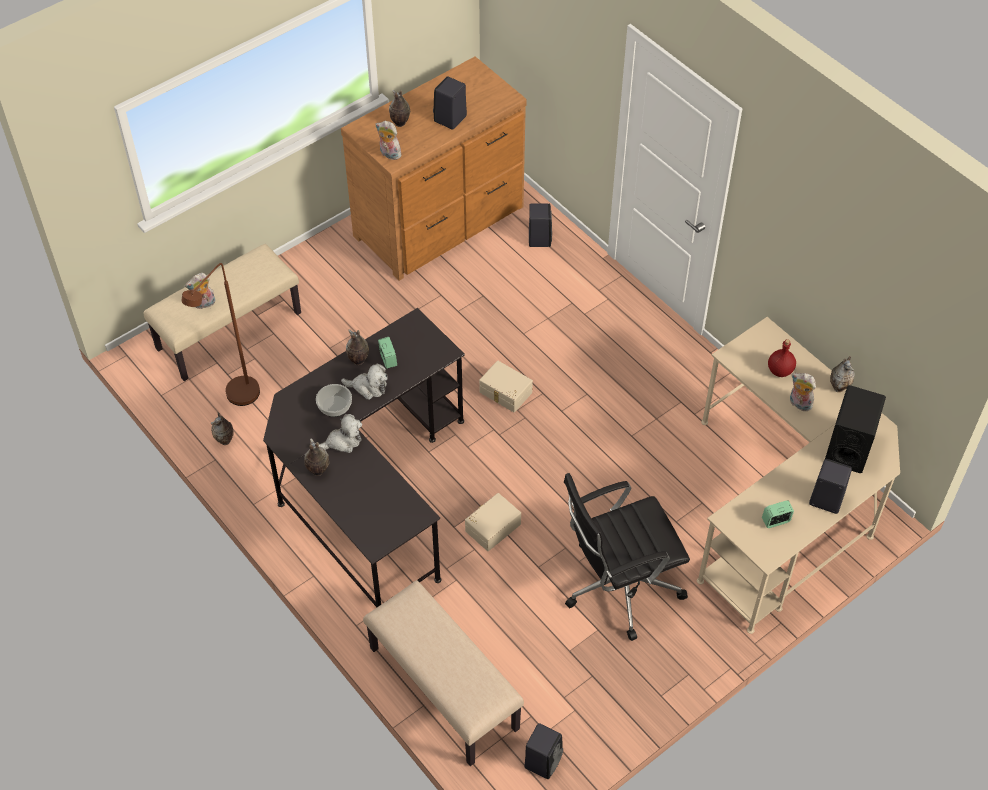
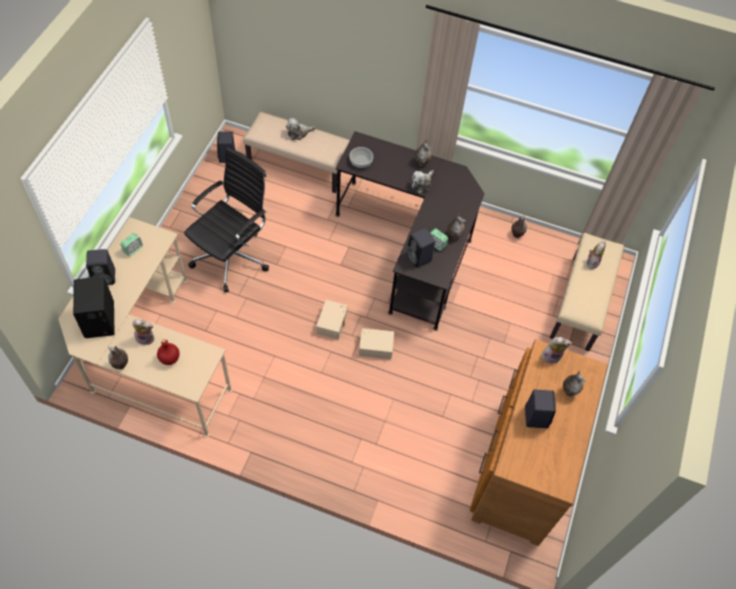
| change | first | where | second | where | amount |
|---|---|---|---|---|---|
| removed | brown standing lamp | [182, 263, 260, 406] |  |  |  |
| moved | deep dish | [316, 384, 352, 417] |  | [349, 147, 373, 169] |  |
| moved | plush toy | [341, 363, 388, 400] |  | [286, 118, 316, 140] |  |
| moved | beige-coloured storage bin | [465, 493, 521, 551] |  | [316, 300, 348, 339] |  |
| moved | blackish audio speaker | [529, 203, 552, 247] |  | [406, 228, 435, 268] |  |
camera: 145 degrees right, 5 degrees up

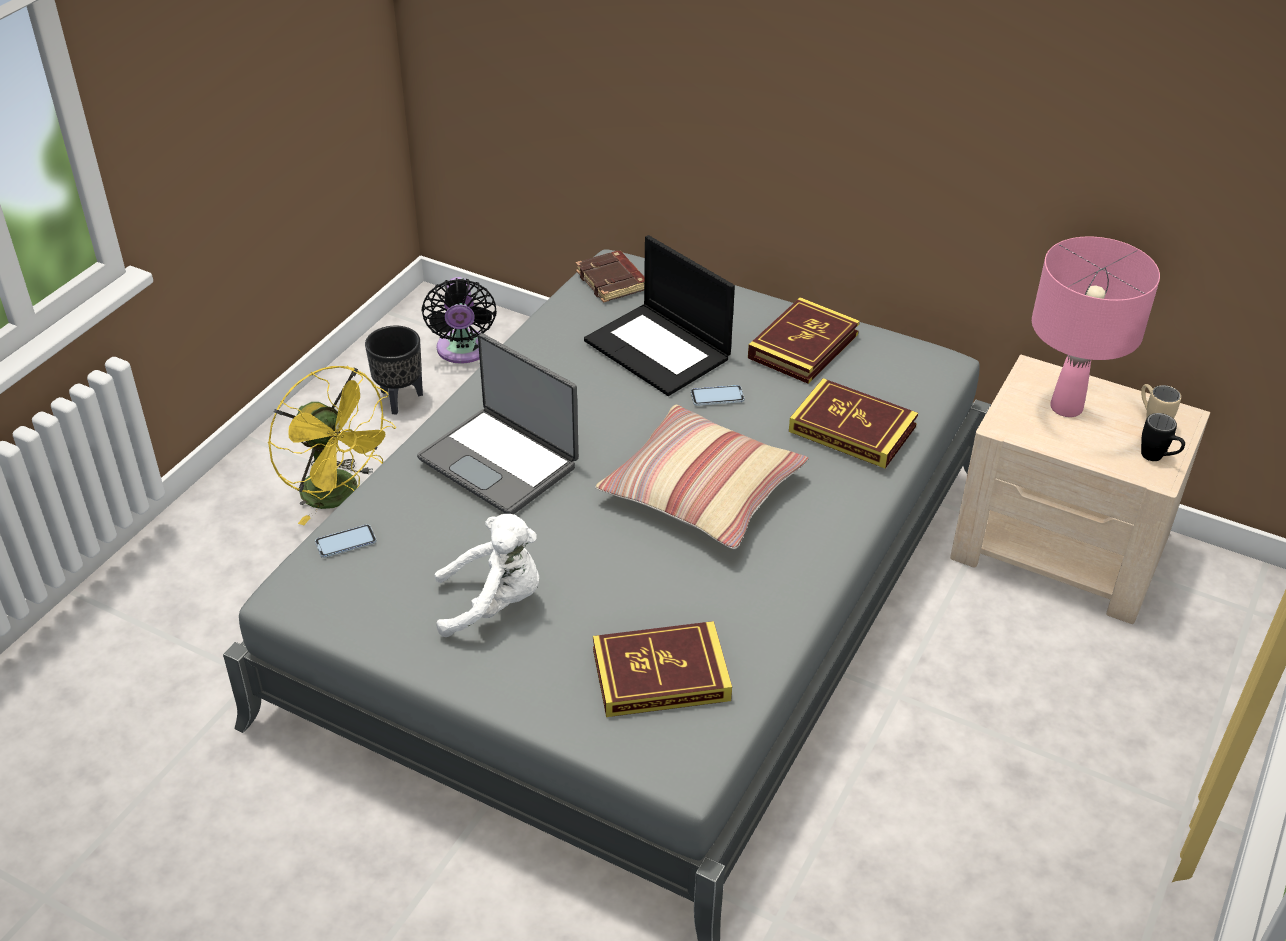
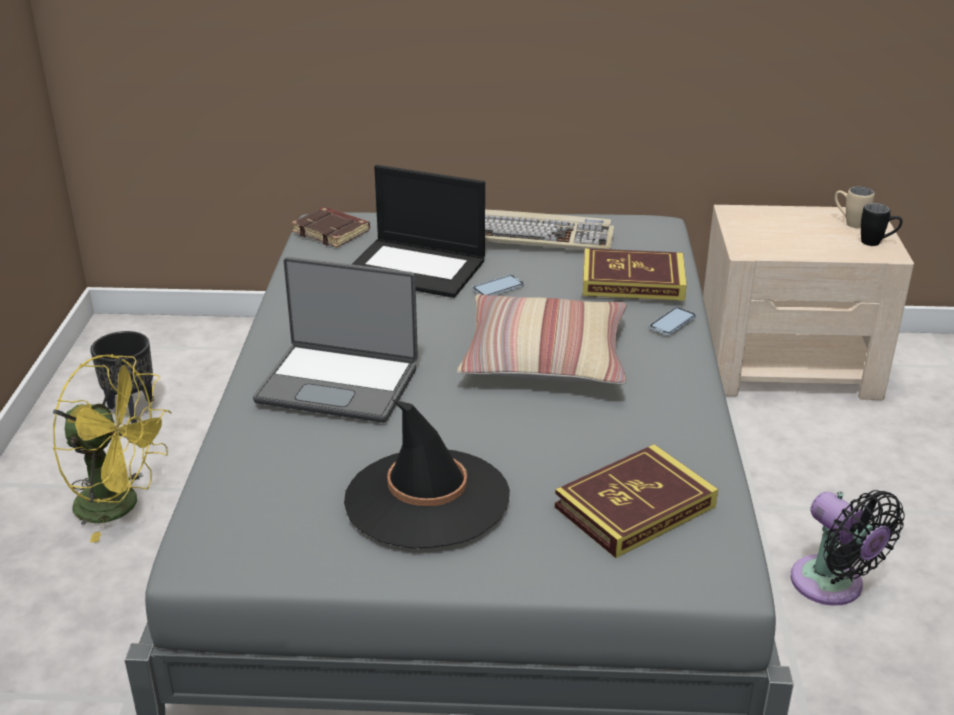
| change | first | where | second | where | amount |
|---|---|---|---|---|---|
| moved | phone | [315, 524, 376, 558] |  | [649, 307, 696, 335] |  |
| moved | blackish electric fan | [422, 277, 497, 364] |  | [791, 490, 905, 606] |  |
| replaced | white plush toy | [434, 514, 539, 637] | blackish wearable hat | [344, 399, 510, 549] |  |
| replaced | book | [748, 297, 860, 384] | PC keyboard | [485, 209, 614, 250] |  |
| removed | pink table lamp | [1032, 236, 1160, 417] |  |  |  |
camera: 25 degrees left, 10 degrees down

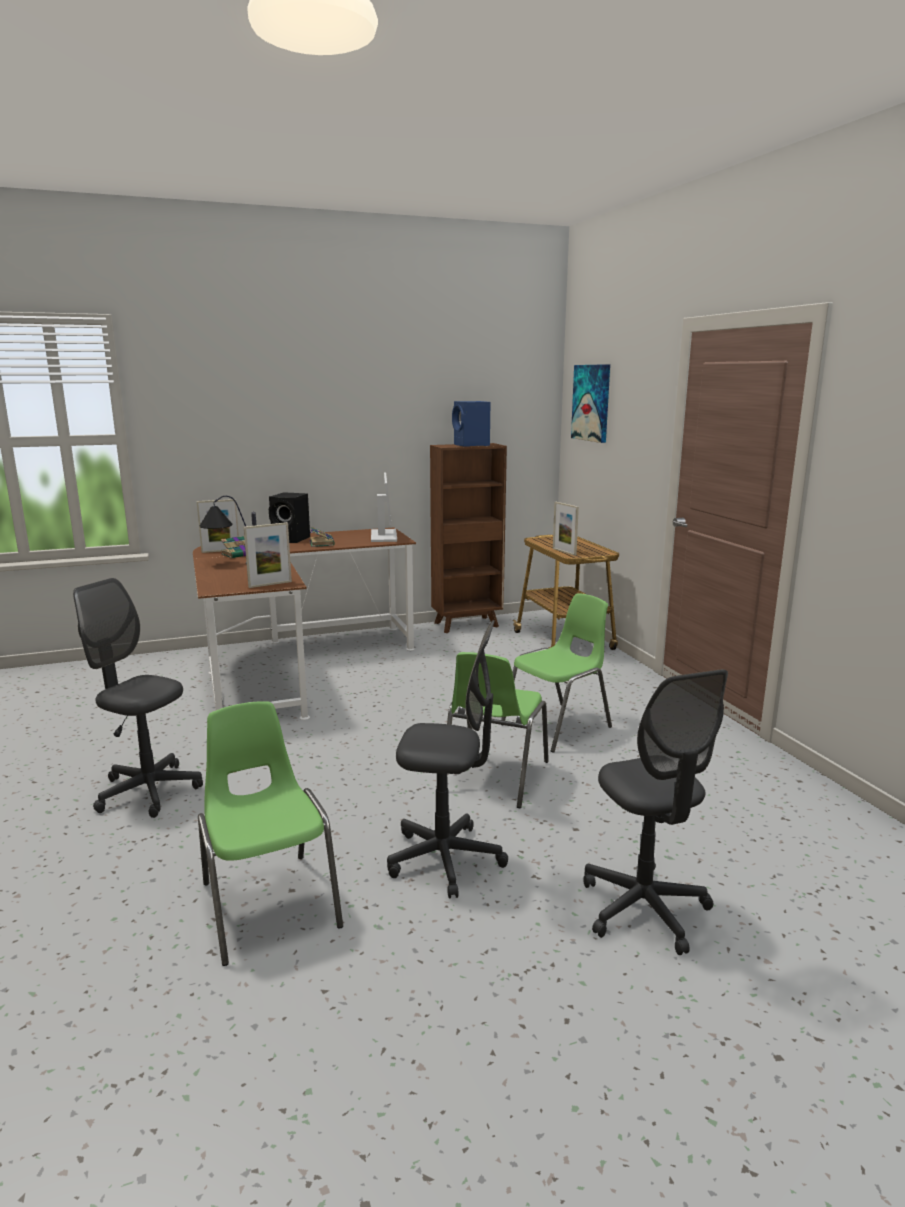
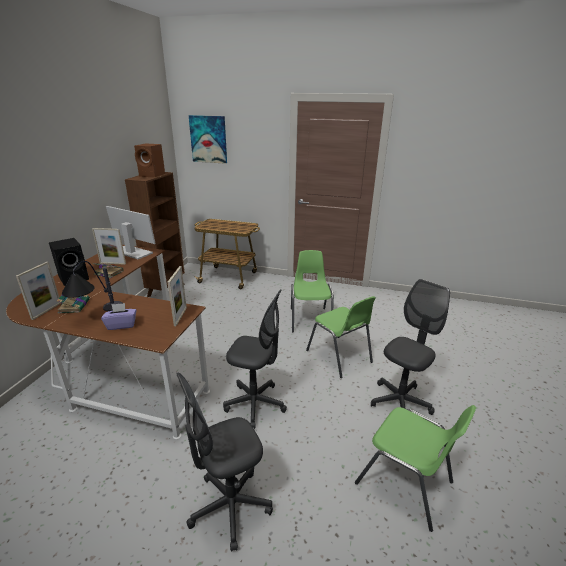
| change | first | where | second | where | amount |
|---|---|---|---|---|---|
| turned | green chair | [198, 701, 343, 966] |  | [355, 405, 477, 532] | 150 degrees counterclockwise |
| recoloured | blue audio speaker | [452, 401, 490, 447] | brown audio speaker | [134, 144, 165, 177] |  |
| moved | standing frame | [553, 502, 579, 556] |  | [92, 228, 126, 265] |  |
| moved | grey office chair | [583, 669, 728, 955] |  | [223, 289, 287, 429] |  |
| added |  |  | purple box of tissues | [101, 303, 137, 330] |  |
camera: 55 degrees left, 10 degrees up

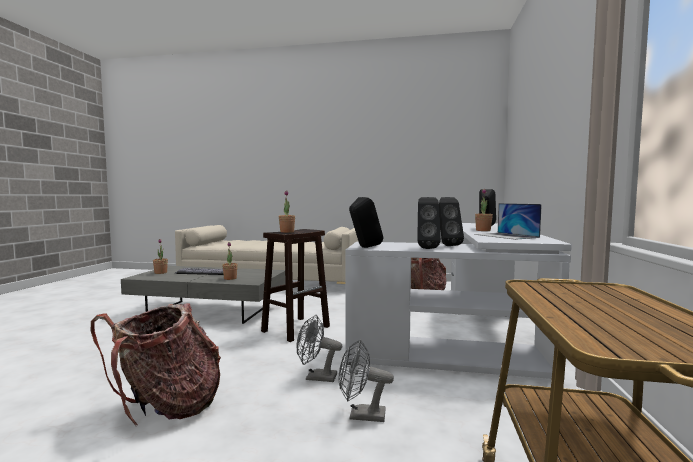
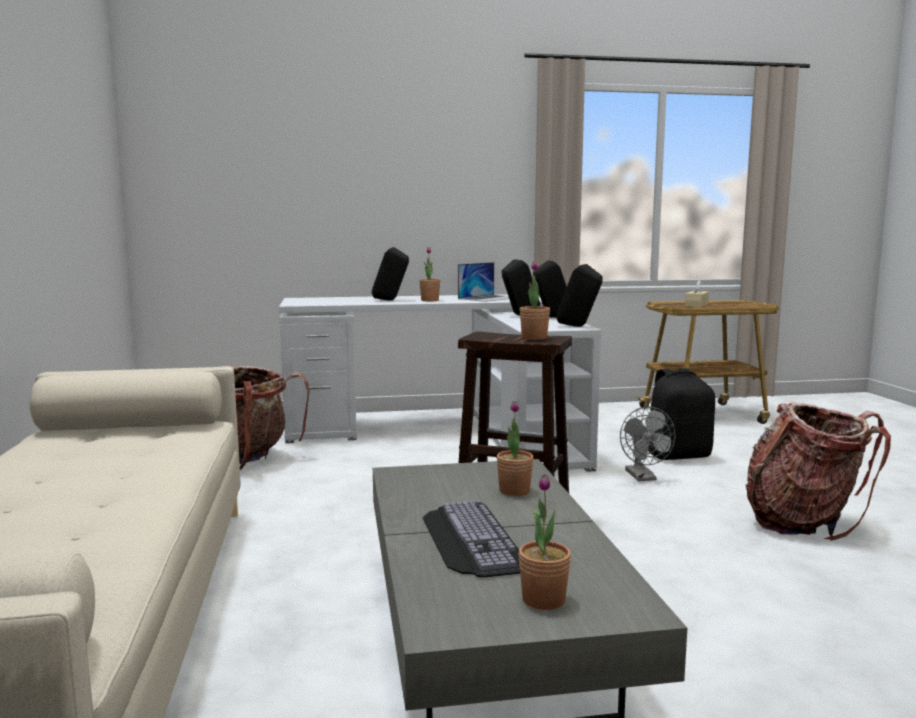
| change | first | where | second | where | amount |
|---|---|---|---|---|---|
| replaced | grey electric fan | [339, 339, 394, 422] | blackish knapsack | [648, 368, 715, 460] |  |
| added |  |  | beige-coloured box of tissues | [685, 280, 709, 307] |  |
camera: 110 degrees left, 5 degrees up

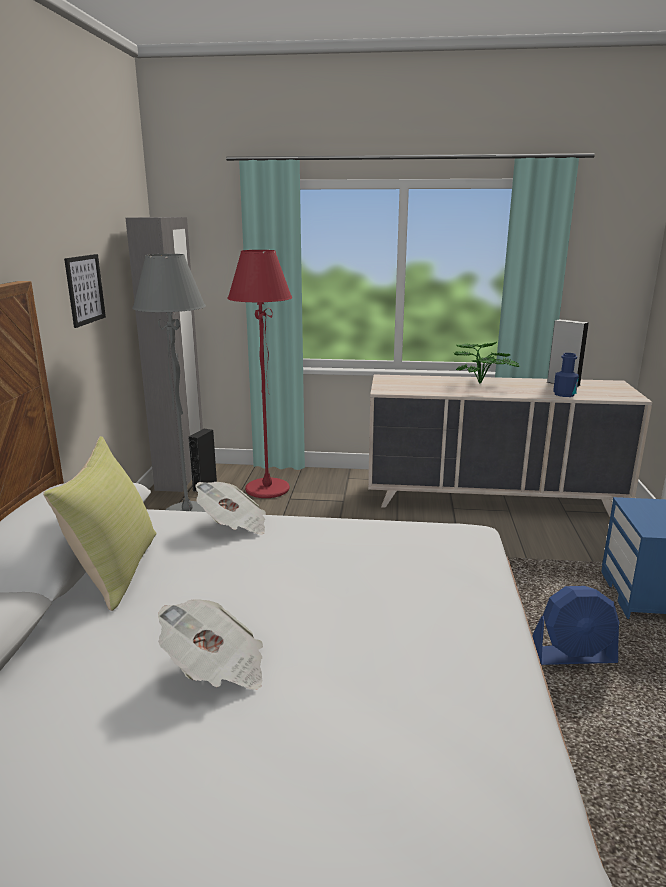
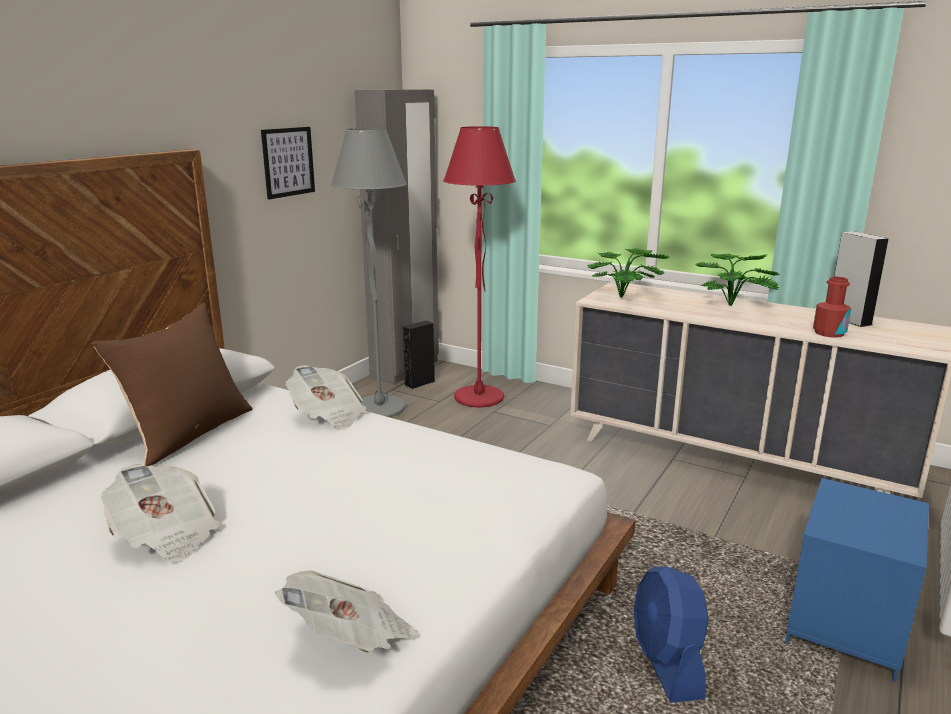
| change | first | where | second | where | amount |
|---|---|---|---|---|---|
| recoloured | yellow-coloured throw pillow | [43, 436, 156, 611] | brown throw pillow | [92, 303, 252, 466] |  |
| turned | blue electric fan | [532, 586, 619, 665] |  | [634, 567, 709, 703] | 60 degrees clockwise |
| recoloured | blue beverage bottle | [553, 353, 579, 397] | red beverage bottle | [813, 276, 852, 338] |  |
| added |  |  | daily paper | [275, 570, 418, 653] |  |
| added |  |  | potted plant | [588, 248, 669, 297] |  |
camera: 25 degrees right, 0 degrees up

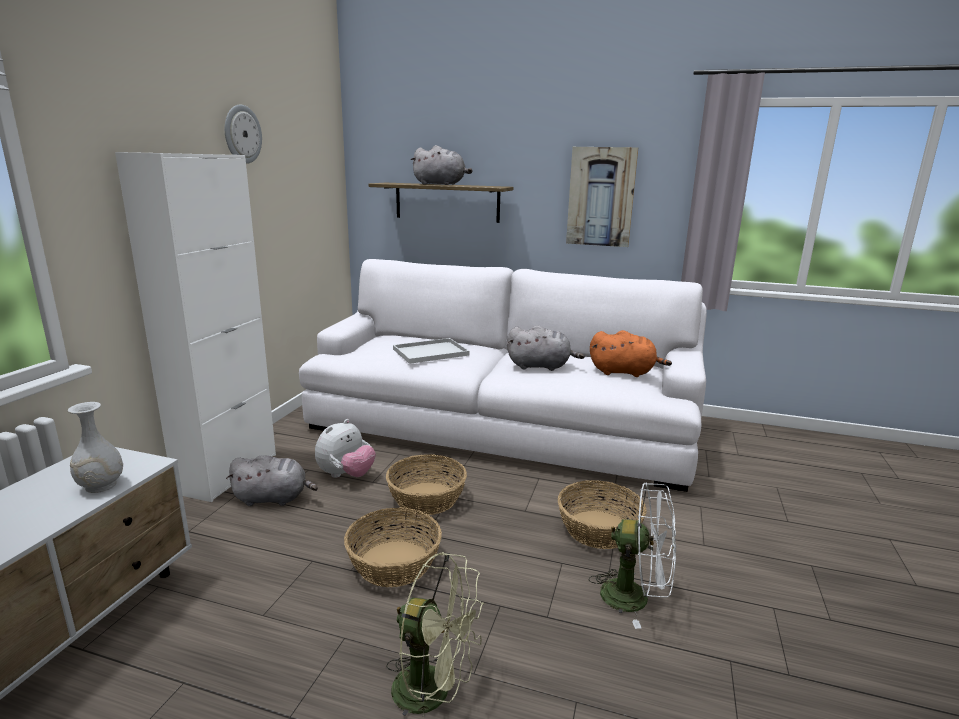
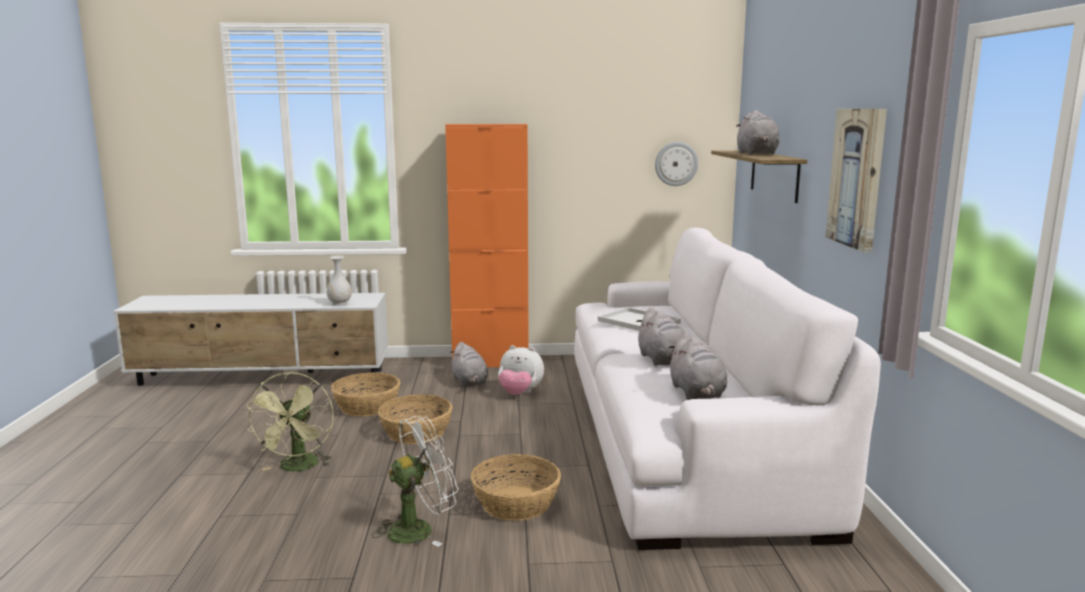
| change | first | where | second | where | amount |
|---|---|---|---|---|---|
| recoloured | white cabinet | [115, 152, 276, 502] | orangey cabinet | [445, 124, 529, 367] |  |
| moved | wall clock | [225, 104, 262, 164] |  | [655, 142, 698, 186] |  |
| moved | household basket | [386, 454, 467, 515] |  | [331, 372, 400, 417] |  |
| turned | white electric fan | [589, 482, 676, 629] |  | [372, 416, 459, 547] | 120 degrees counterclockwise |
| recoloured | orangey plush toy | [590, 330, 672, 377] | grey plush toy | [668, 333, 727, 400] |  |
camera: 70 degrees right, 5 degrees down

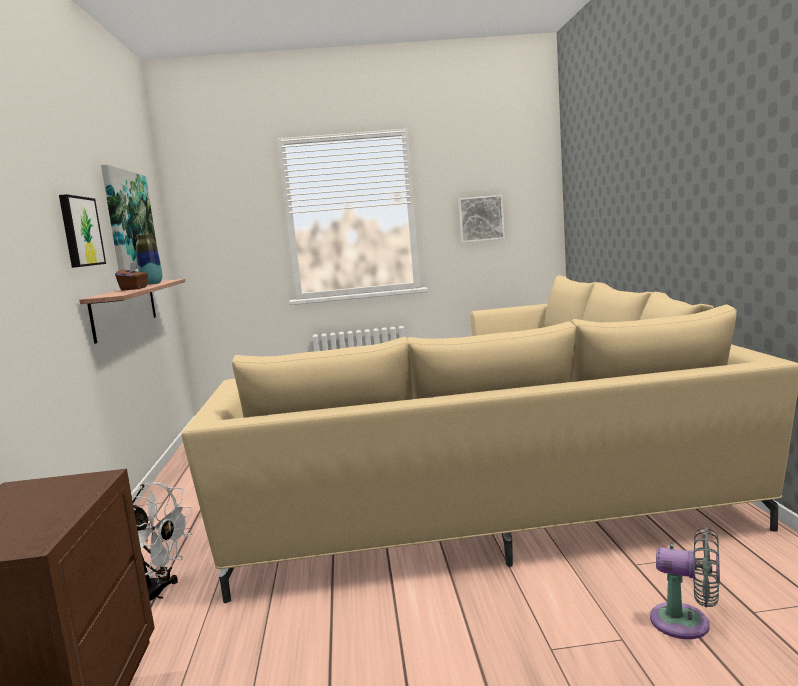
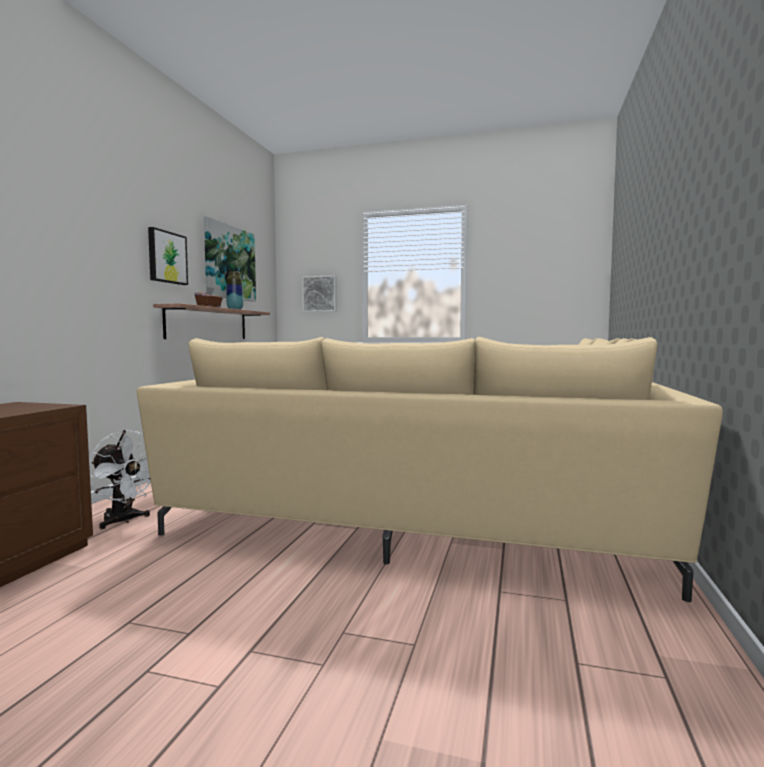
| change | first | where | second | where | amount |
|---|---|---|---|---|---|
| moved | wall art | [458, 195, 505, 243] |  | [302, 275, 337, 312] |  |
| removed | grey electric fan | [650, 528, 720, 639] |  |  |  |
camera: 20 degrees right, 5 degrees down

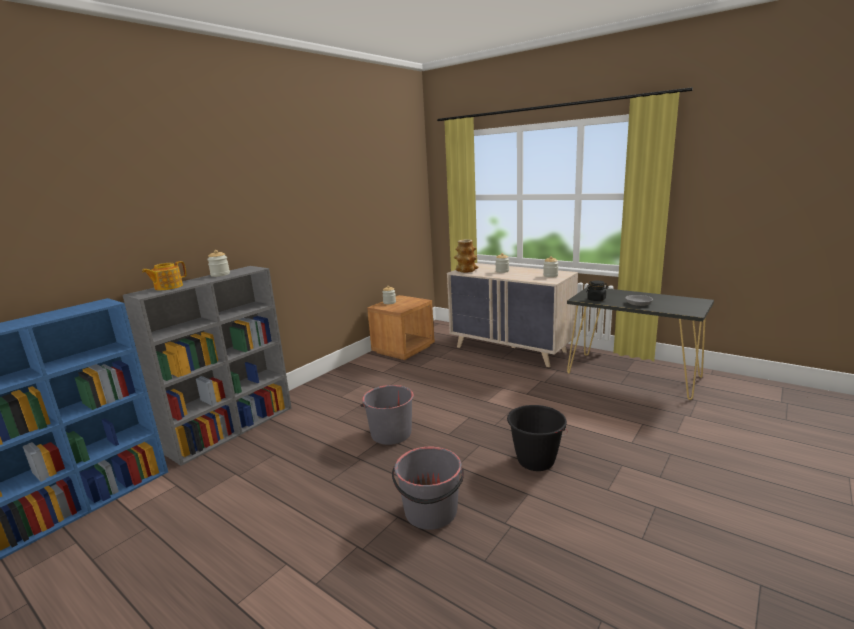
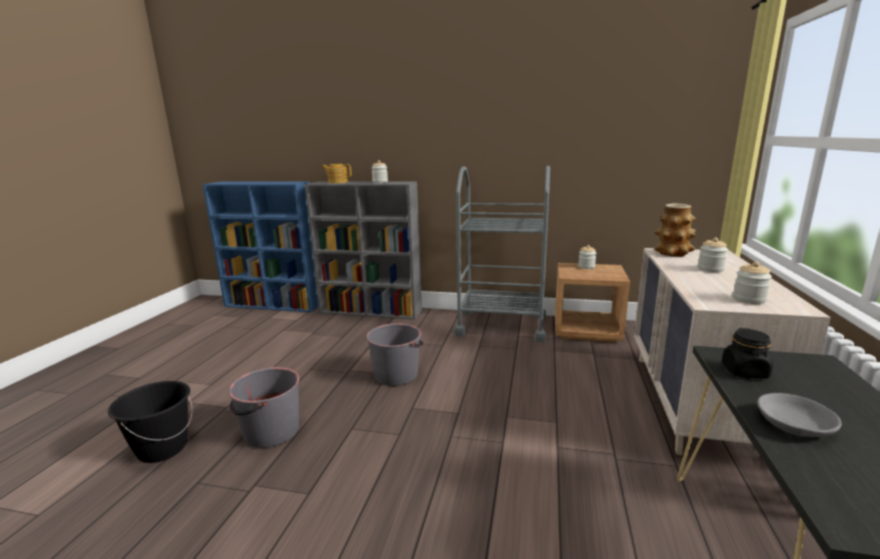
| change | first | where | second | where | amount |
|---|---|---|---|---|---|
| moved | blackish water bucket | [507, 405, 568, 471] |  | [108, 381, 192, 463] |  |
| added |  |  | grey cart | [454, 166, 550, 342] |  |
camera: 65 degrees right, 0 degrees up

